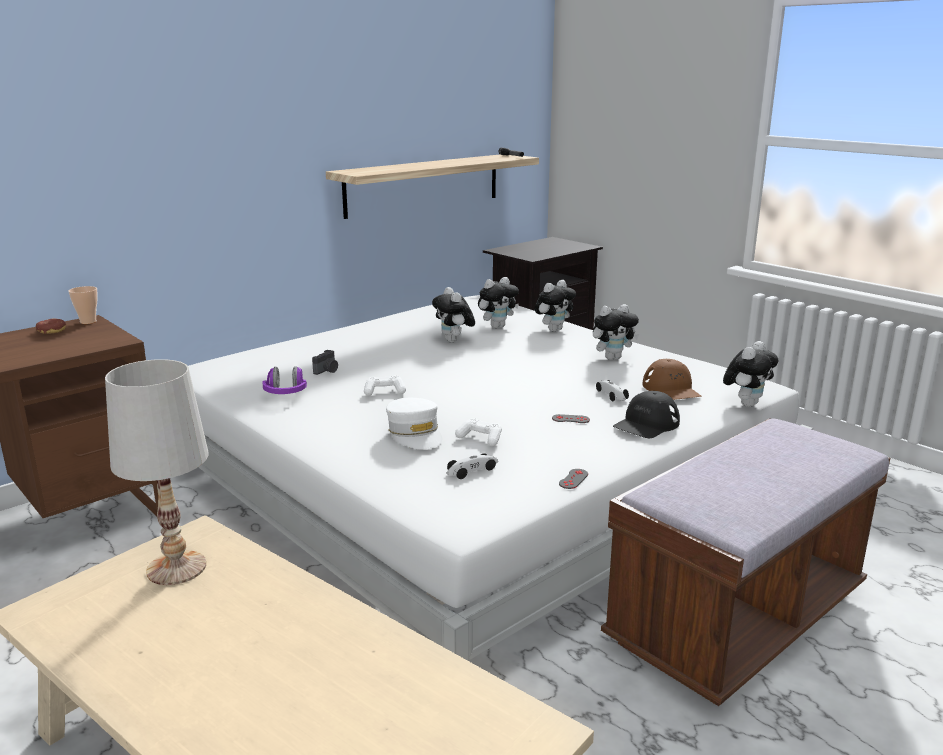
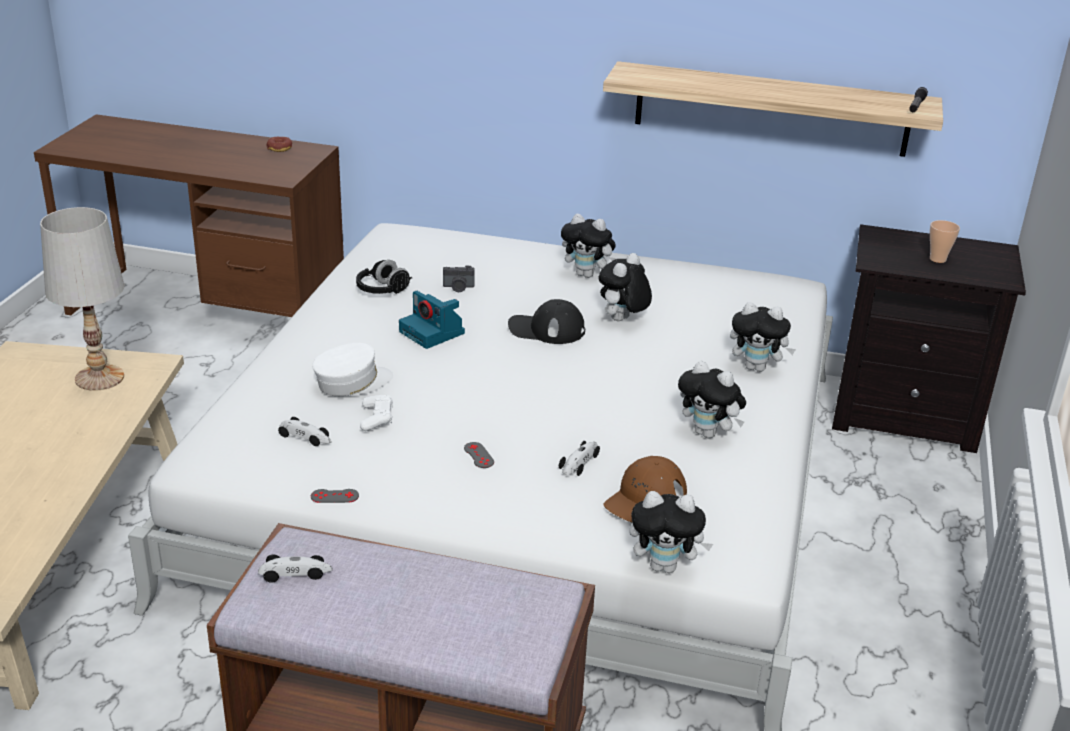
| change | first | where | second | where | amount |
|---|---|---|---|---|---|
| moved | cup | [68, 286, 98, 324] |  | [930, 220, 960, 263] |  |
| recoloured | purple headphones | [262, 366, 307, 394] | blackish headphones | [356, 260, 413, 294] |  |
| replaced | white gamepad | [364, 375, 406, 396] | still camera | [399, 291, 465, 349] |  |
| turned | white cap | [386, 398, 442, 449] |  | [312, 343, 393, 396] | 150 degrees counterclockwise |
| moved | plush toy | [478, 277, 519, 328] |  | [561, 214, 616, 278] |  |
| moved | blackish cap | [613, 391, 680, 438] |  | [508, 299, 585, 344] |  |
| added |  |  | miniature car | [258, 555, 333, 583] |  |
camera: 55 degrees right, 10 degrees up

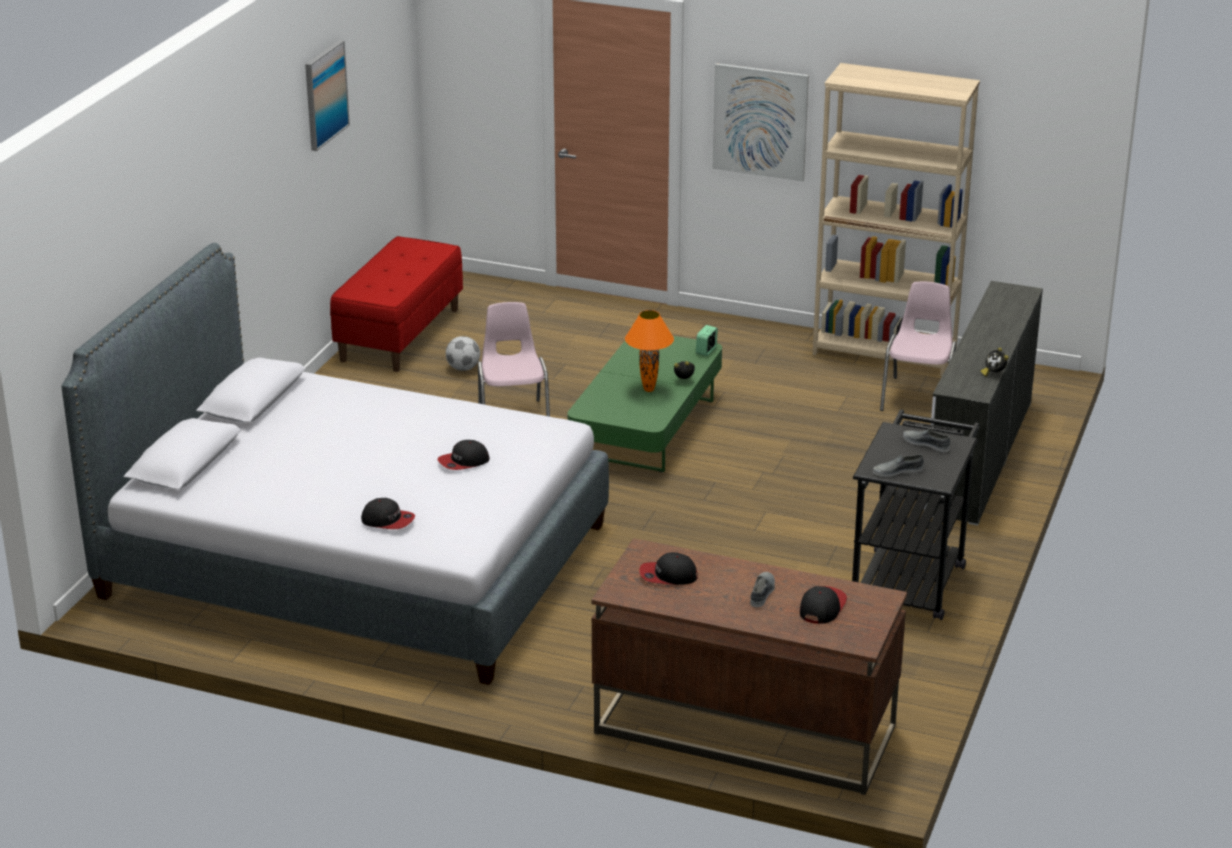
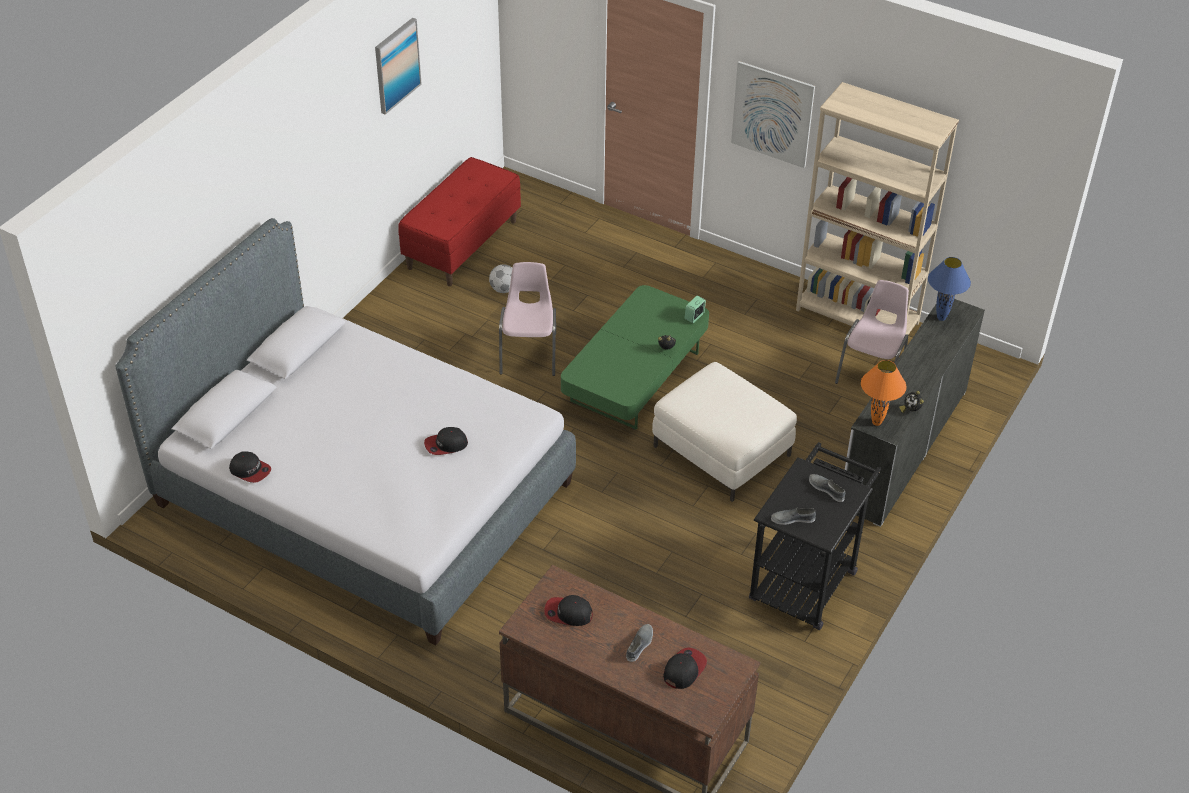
| change | first | where | second | where | amount |
|---|---|---|---|---|---|
| moved | cap | [361, 498, 415, 529] |  | [229, 451, 271, 483] |  |
| moved | orangey table lamp | [625, 310, 674, 392] |  | [861, 360, 907, 426] |  |
| added |  |  | white footrest | [652, 362, 797, 502] |  |
| added |  |  | blue table lamp | [928, 257, 971, 321] |  |
camera: 10 degrees right, 15 degrees up

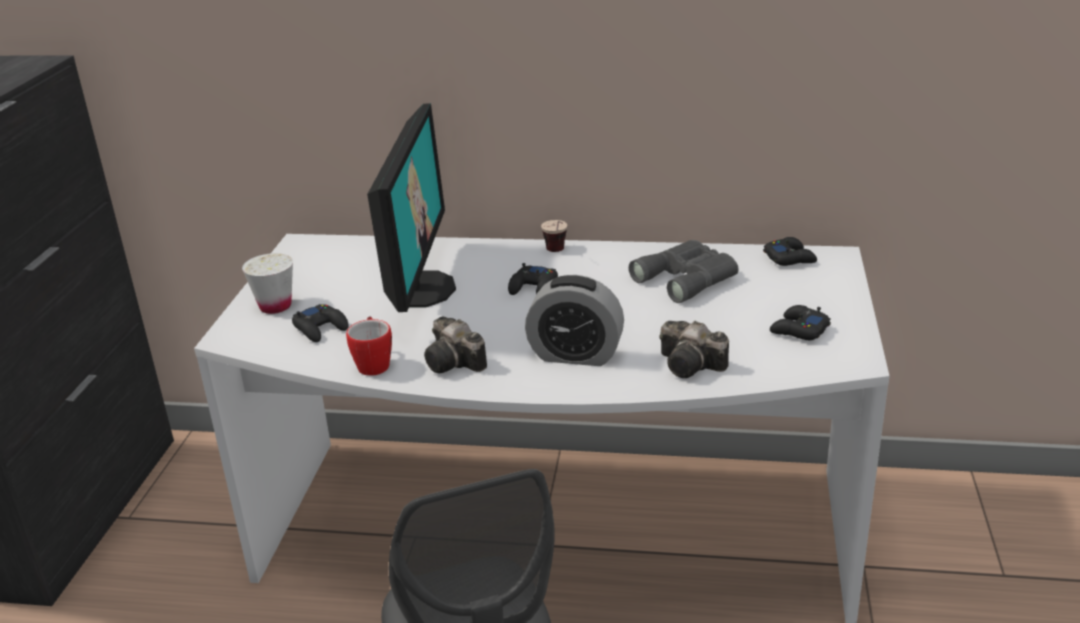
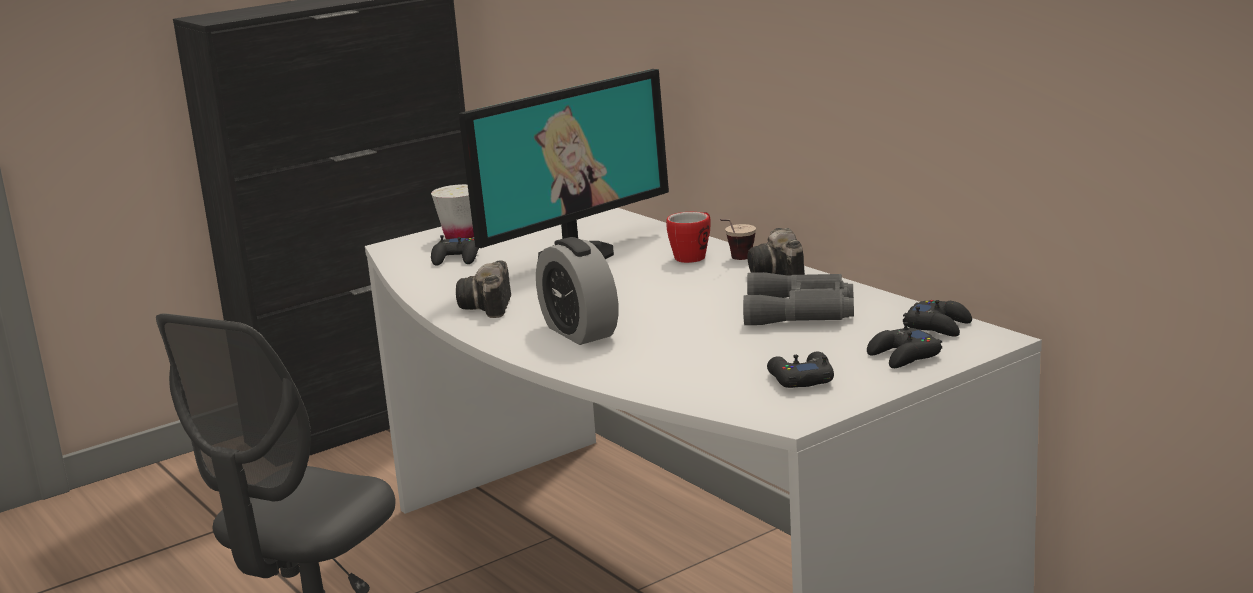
| change | first | where | second | where | amount |
|---|---|---|---|---|---|
| moved | coffee mug | [346, 316, 392, 376] |  | [666, 212, 710, 263] |  |
| moved | blackish gamepad | [508, 263, 558, 295] |  | [867, 322, 942, 368] |  |
| moved | still camera | [659, 321, 729, 378] |  | [747, 228, 805, 276] |  |
camera: 45 degrees right, 10 degrees down

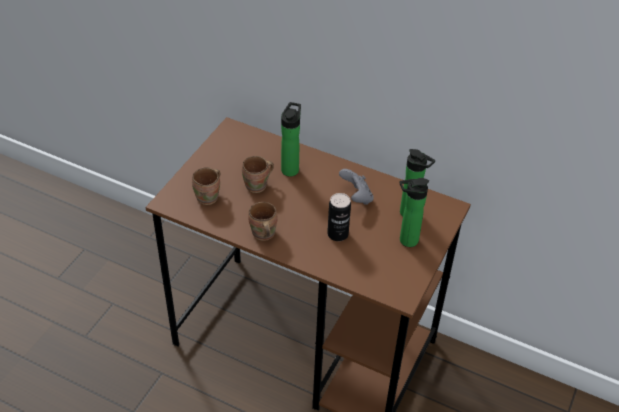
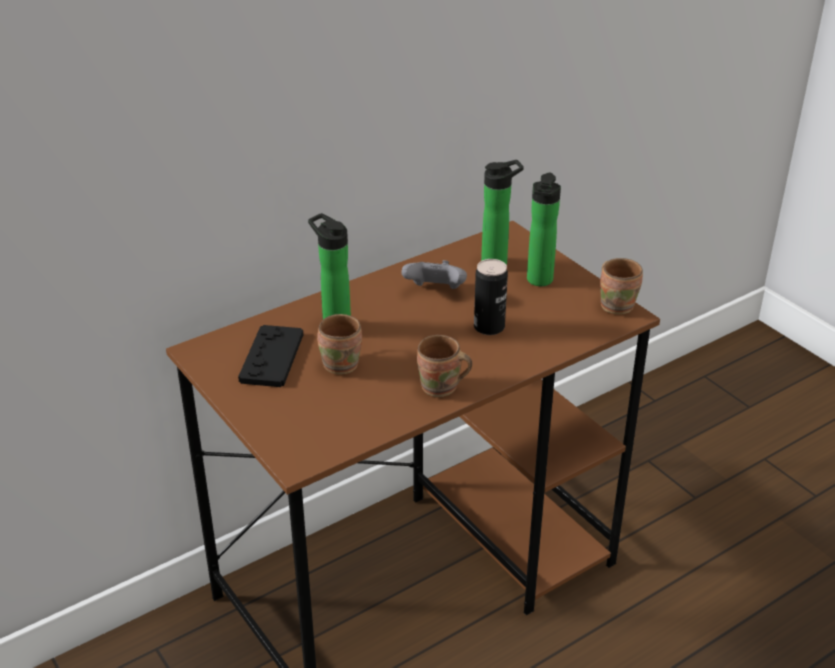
| change | first | where | second | where | amount |
|---|---|---|---|---|---|
| moved | brown coffee mug | [192, 167, 220, 205] |  | [600, 258, 643, 314] |  |
| added |  |  | blackish gamepad | [238, 325, 303, 387] |  |
camera: 60 degrees left, 10 degrees down

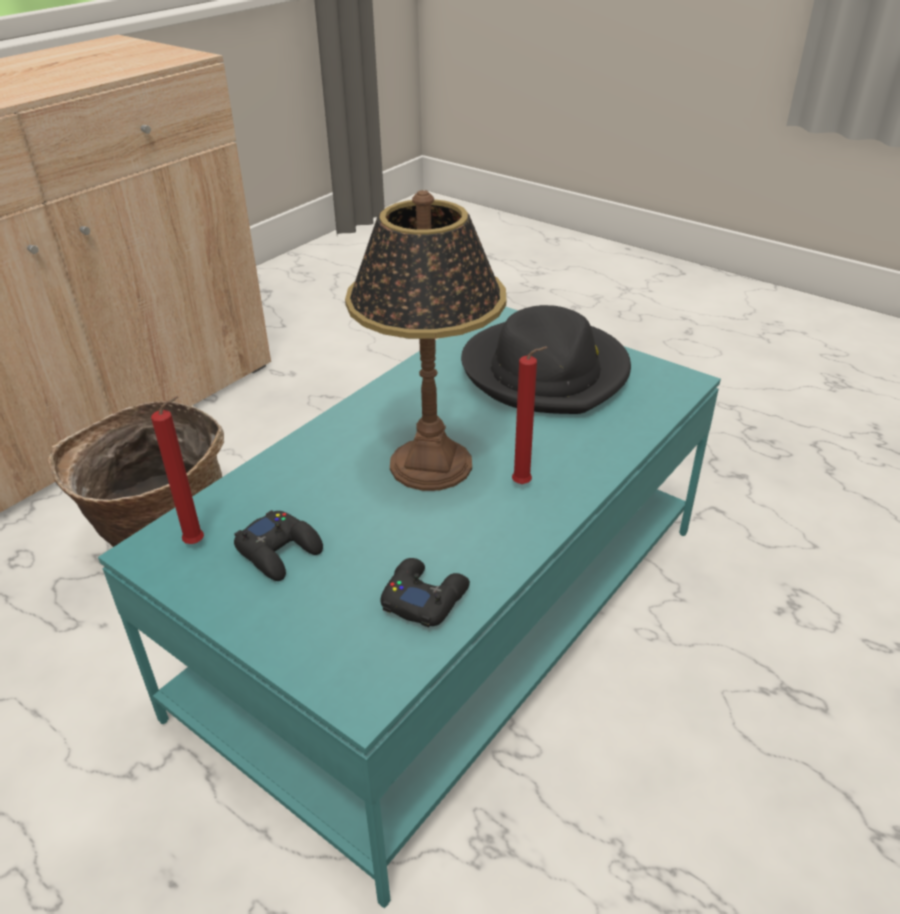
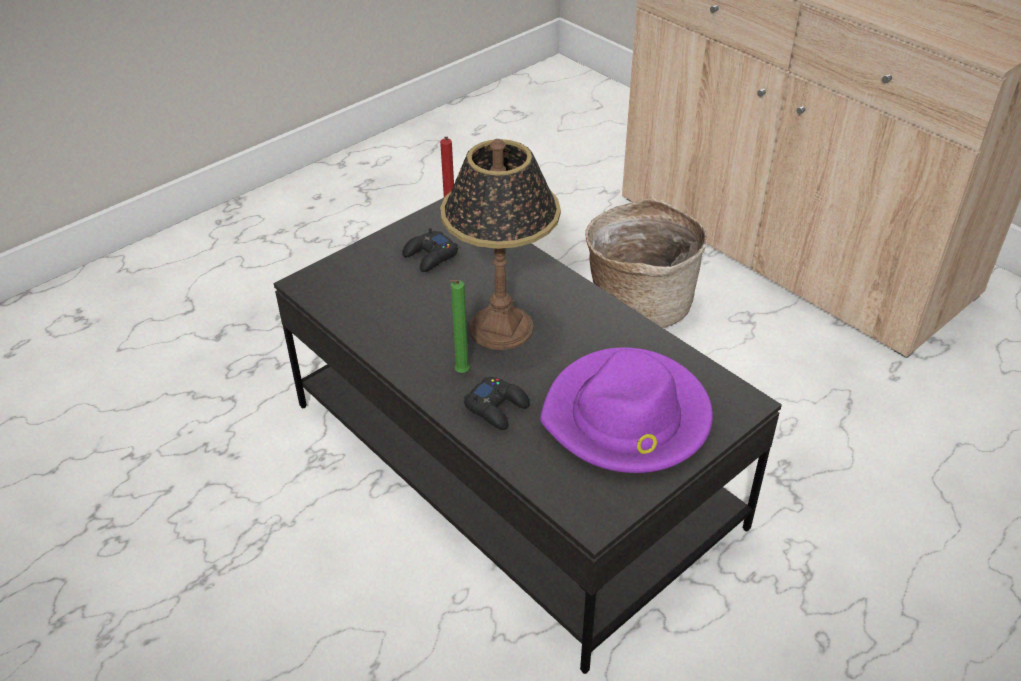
| change | first | where | second | where | amount |
|---|---|---|---|---|---|
| recoloured | turquoise coffee table | [98, 307, 721, 908] | blackish coffee table | [274, 198, 782, 674] |  |
| moved | blackish gamepad | [380, 558, 470, 627] |  | [464, 377, 530, 430] |  |
| recoloured | blackish wearable hat | [461, 305, 631, 414] | purple wearable hat | [540, 347, 713, 473] |  |
| recoloured | red wax light | [512, 346, 548, 484] | green wax light | [449, 280, 470, 373] |  |
camera: 100 degrees right, 5 degrees up

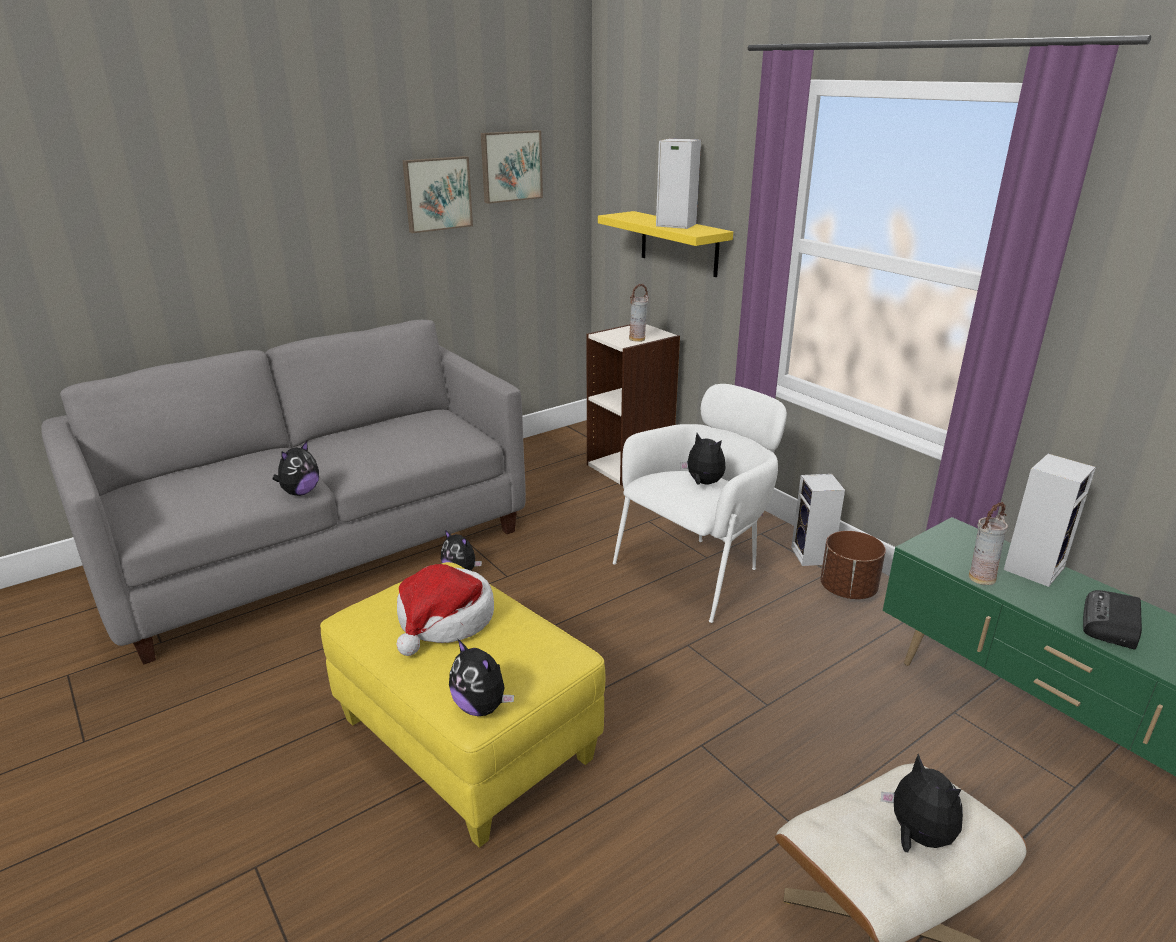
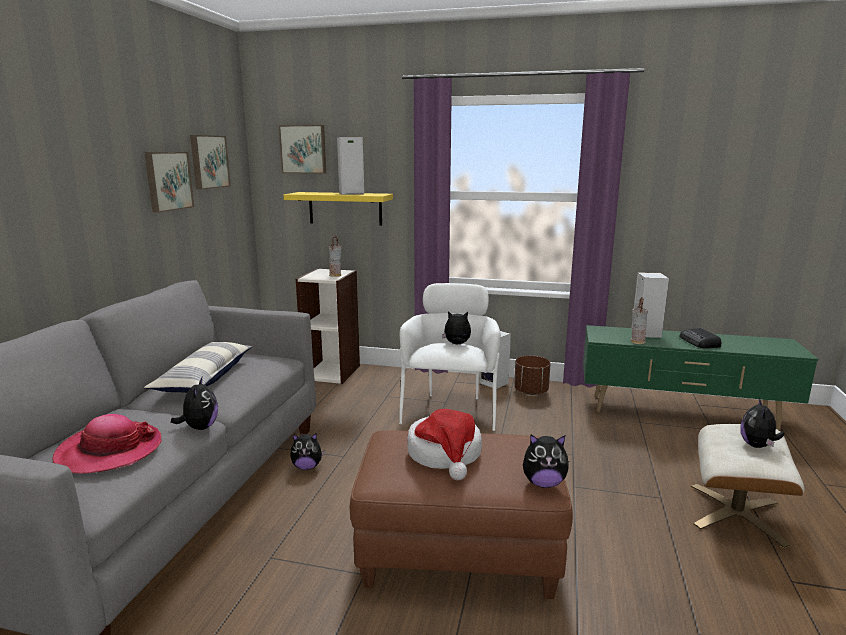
| change | first | where | second | where | amount |
|---|---|---|---|---|---|
| recoloured | yellow-coloured footrest | [320, 562, 605, 848] | brown footrest | [350, 430, 573, 599] |  |
| turned | plush toy | [881, 754, 963, 852] |  | [740, 398, 784, 448] | 90 degrees counterclockwise |
| added |  |  | wearable hat | [53, 414, 162, 474] |  |
| added |  |  | throw pillow | [144, 342, 252, 393] |  |
| added |  |  | wall art | [278, 125, 326, 174] |  |
camera: 40 degrees left, 10 degrees down

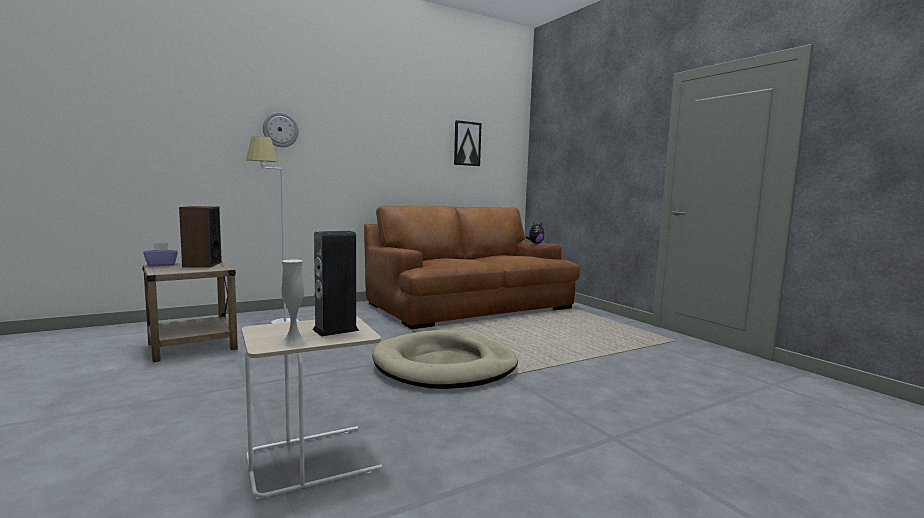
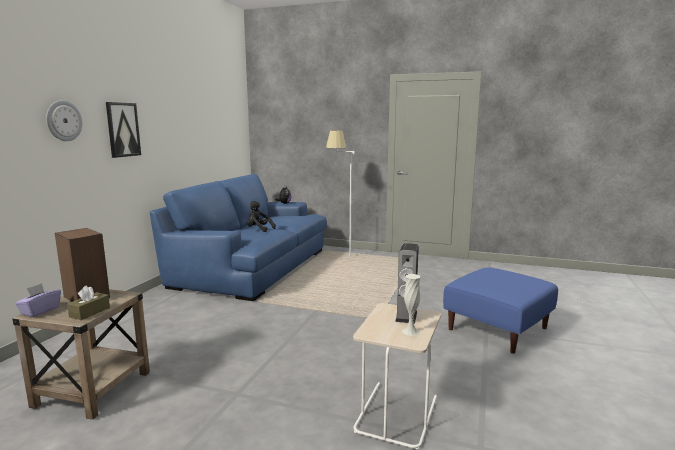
| change | first | where | second | where | amount |
|---|---|---|---|---|---|
| moved | white standing lamp | [246, 136, 299, 324] |  | [326, 130, 355, 257] |  |
| recoloured | brown settee | [364, 206, 580, 329] | blue settee | [150, 174, 327, 301] |  |
| removed | beige-coloured pet bed | [372, 330, 518, 389] |  |  |  |
| moved | wall art | [454, 120, 482, 166] |  | [106, 102, 141, 158] |  |
| added |  |  | brown box of tissues | [67, 285, 110, 320] |  |
| added |  |  | blackish plush toy | [247, 201, 276, 232] |  |
| added |  |  | blue footrest | [443, 267, 558, 354] |  |
camera: 40 degrees left, 5 degrees up

